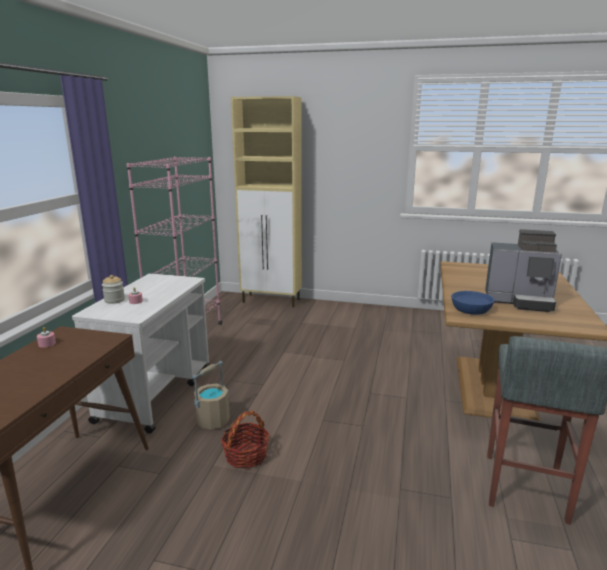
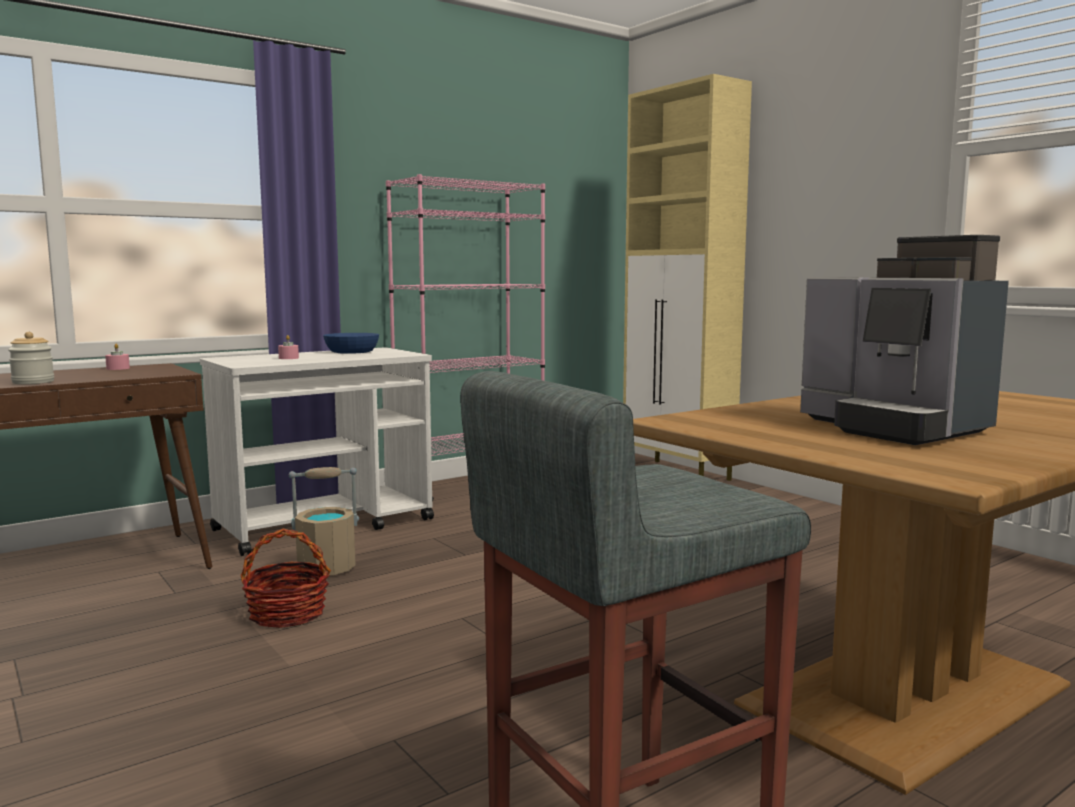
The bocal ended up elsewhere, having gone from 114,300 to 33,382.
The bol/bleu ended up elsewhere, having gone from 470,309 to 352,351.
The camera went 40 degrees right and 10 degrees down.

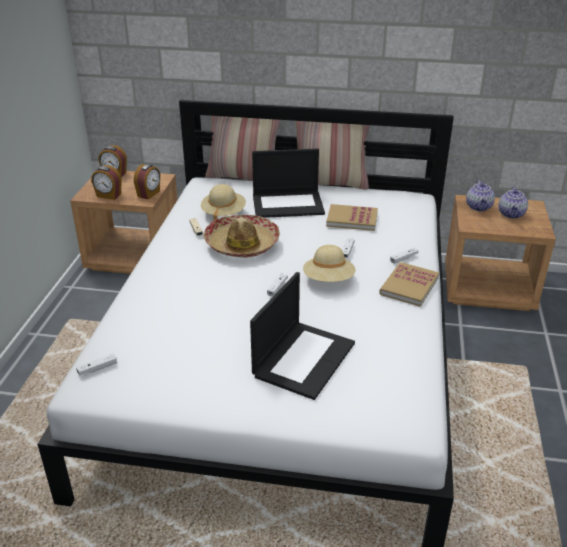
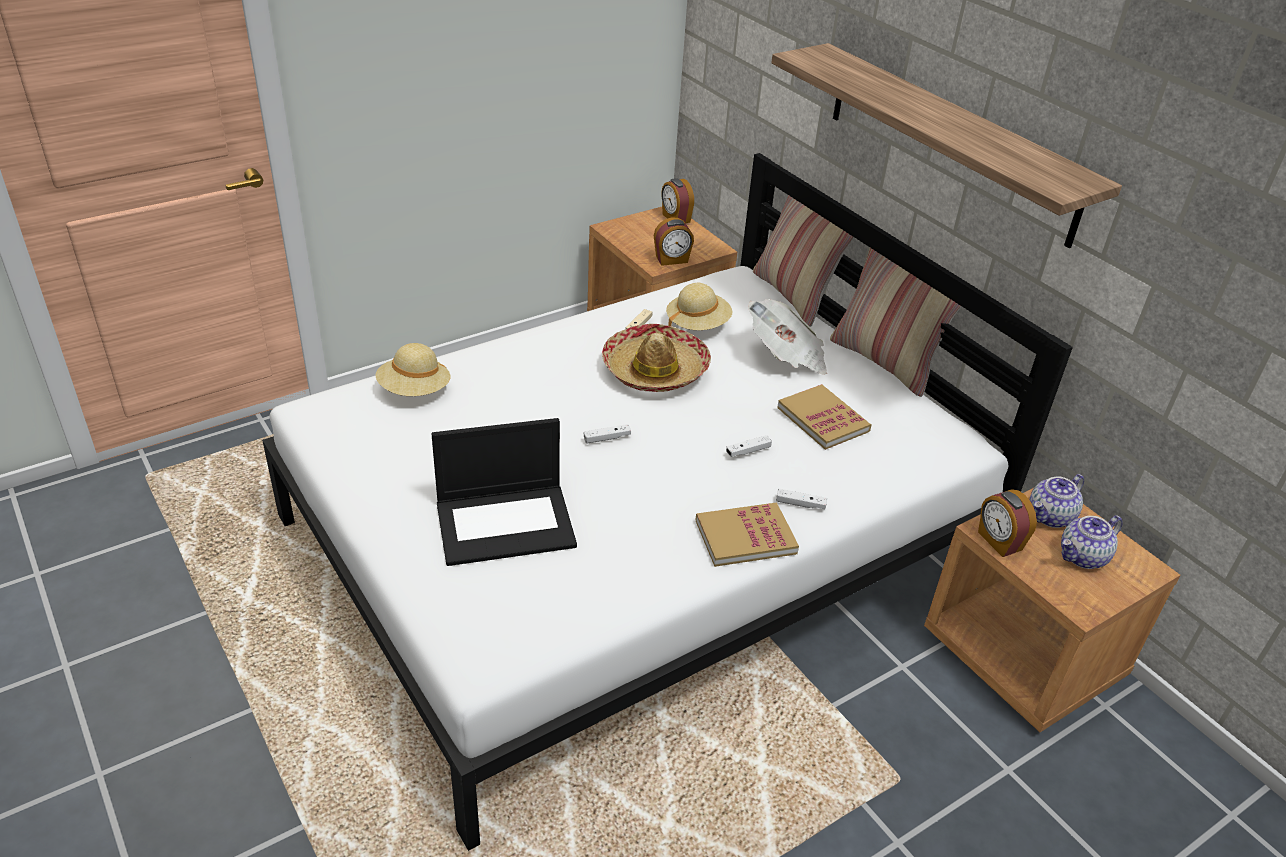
The second view lost the manette/blanc at 97,368.
The second view gained the étagère at 949,142.
The réveil ended up elsewhere, having gone from 108,196 to 999,541.
The chapeau/beige ended up elsewhere, having gone from 328,280 to 414,390.
Where the ordinateur portable stood at 288,204, the journal came to stand at 786,356.
The camera went 45 degrees right and 5 degrees up.

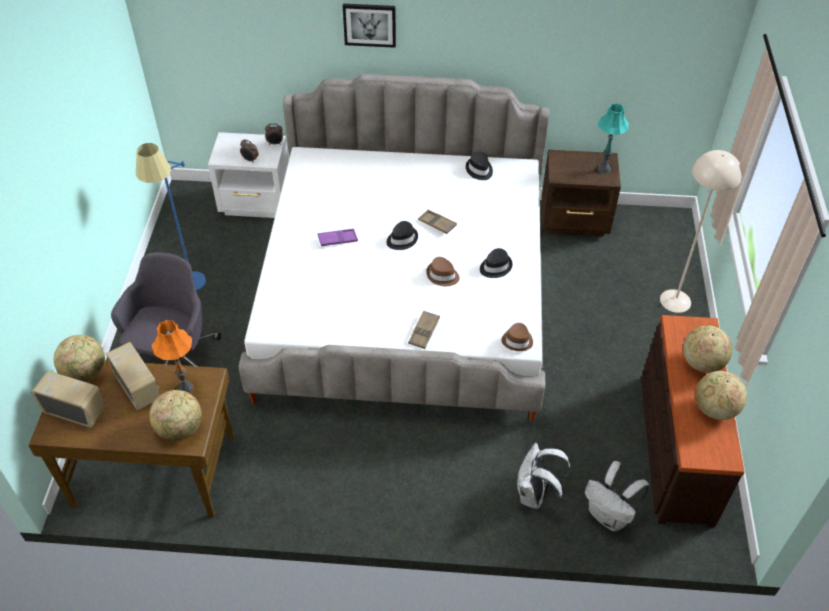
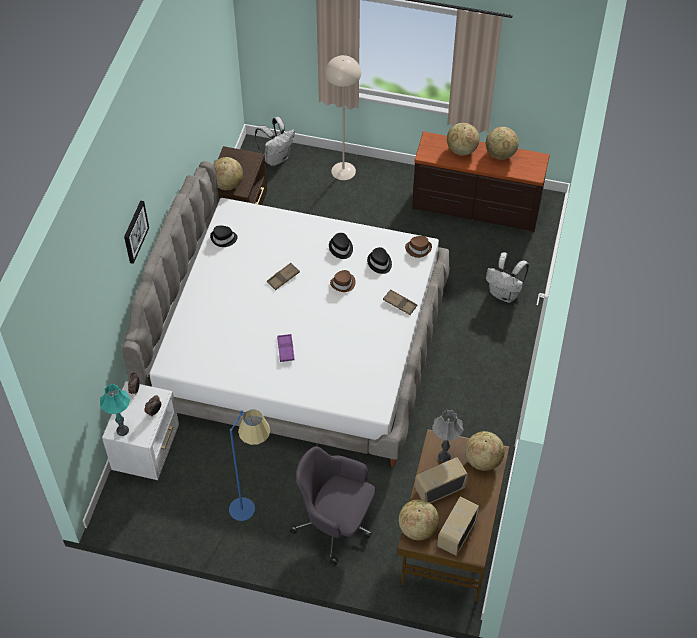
The second view gained the globe at 227,184.
The chapeau/noir ended up elsewhere, having gone from 401,239 to 379,263.
The sac à dos/blanc ended up elsewhere, having gone from 609,516 to 276,158.
The lampe de table/turquoise ended up elsewhere, having gone from 604,169 to 122,430.
What was the lampe de table/orange at 185,388 turned into the lampe de table/gris at 444,456.
The camera went 80 degrees left and 5 degrees up.

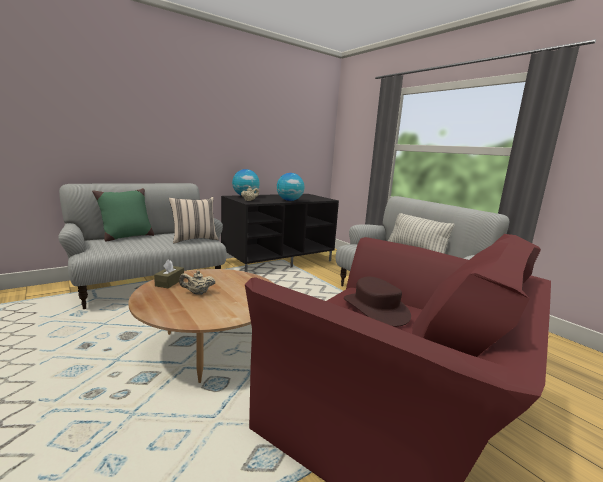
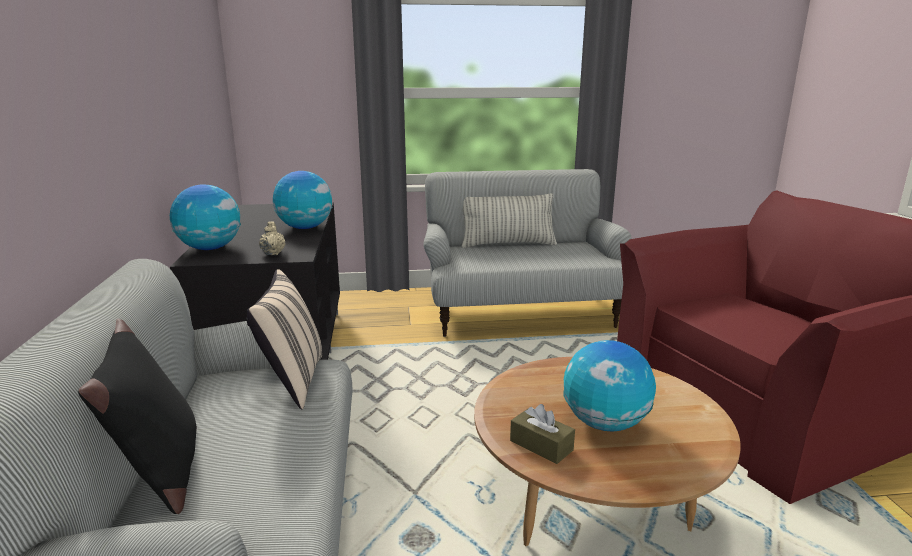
The second view lost the chapeau/marron at 375,309.
Where the théière/beige stood at 197,293, the globe came to stand at 604,423.
What was the coussin/vert at 126,237 turned into the coussin/noir at 162,474.
The camera went 60 degrees left and 5 degrees up.

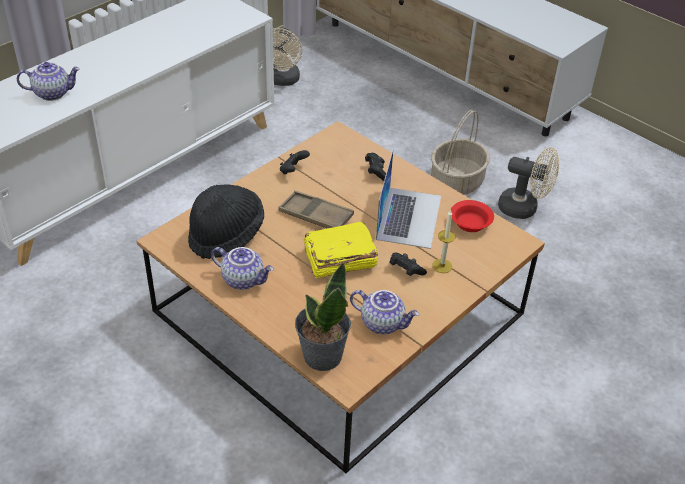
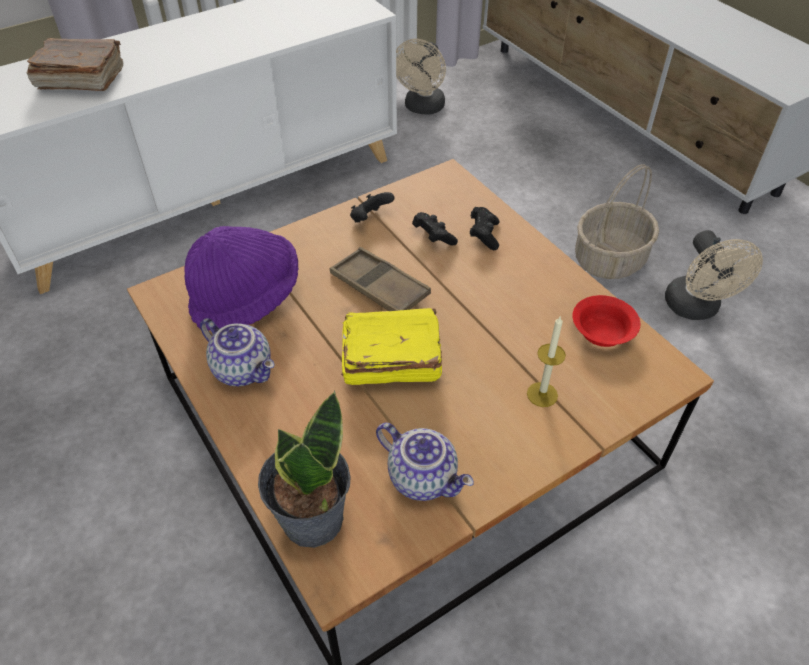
The second view lost the ordinateur portable at 409,217.
The manette/noir ended up elsewhere, having gone from 405,270 to 433,237.
Where the théière stood at 53,93, the livre/marron came to stand at 80,79.
What was the chapeau/noir at 226,235 turned into the chapeau/violet at 247,298.
The ventilateur/beige at 524,208 ended up facing another way, 45 degrees clockwise from before.
The camera went 15 degrees right and 5 degrees up.

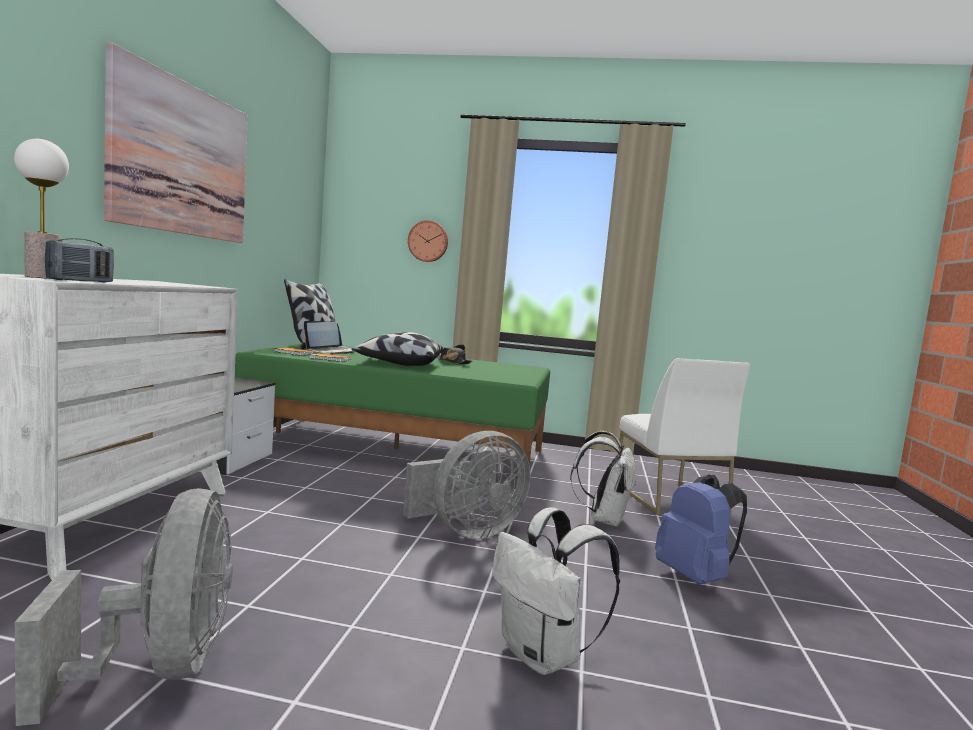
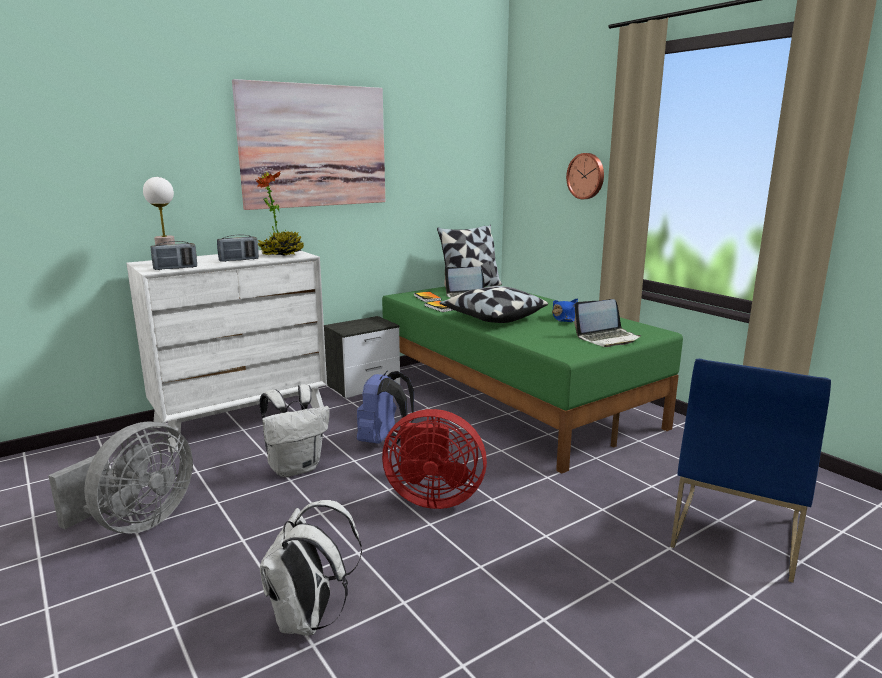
The second view gained the radio at 239,260.
The second view gained the plante en pot at 282,254.
The second view gained the ordinateur portable at 607,338.
The sac à dos/blanc ended up elsewhere, having gone from 603,519 to 296,468.
The sac à dos/bleu ended up elsewhere, having gone from 695,577 to 384,441.
What was the ventilateur/gris at 467,532 turned into the ventilateur/rouge at 432,498.
What was the chapeau/noir at 452,362 turned into the chapeau/bleu at 564,317.
What was the chaise/blanc at 668,497 turned into the chaise/bleu at 734,532.
The camera went 45 degrees right and 10 degrees up.

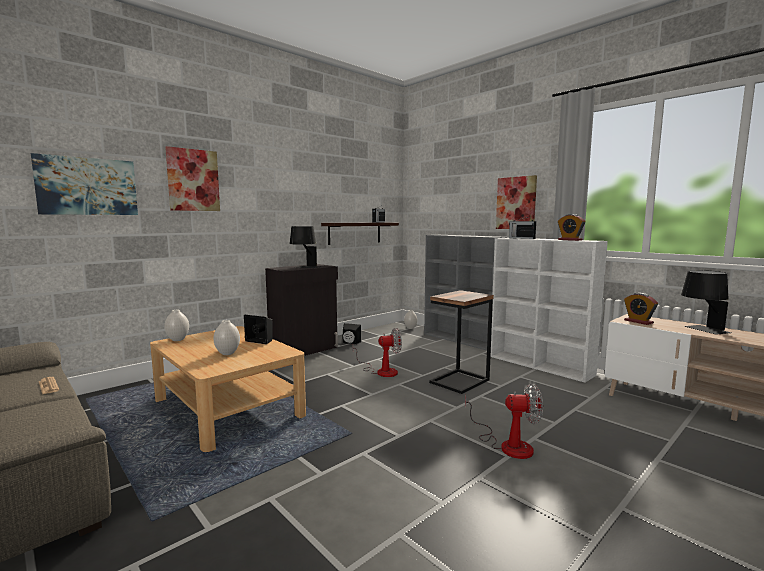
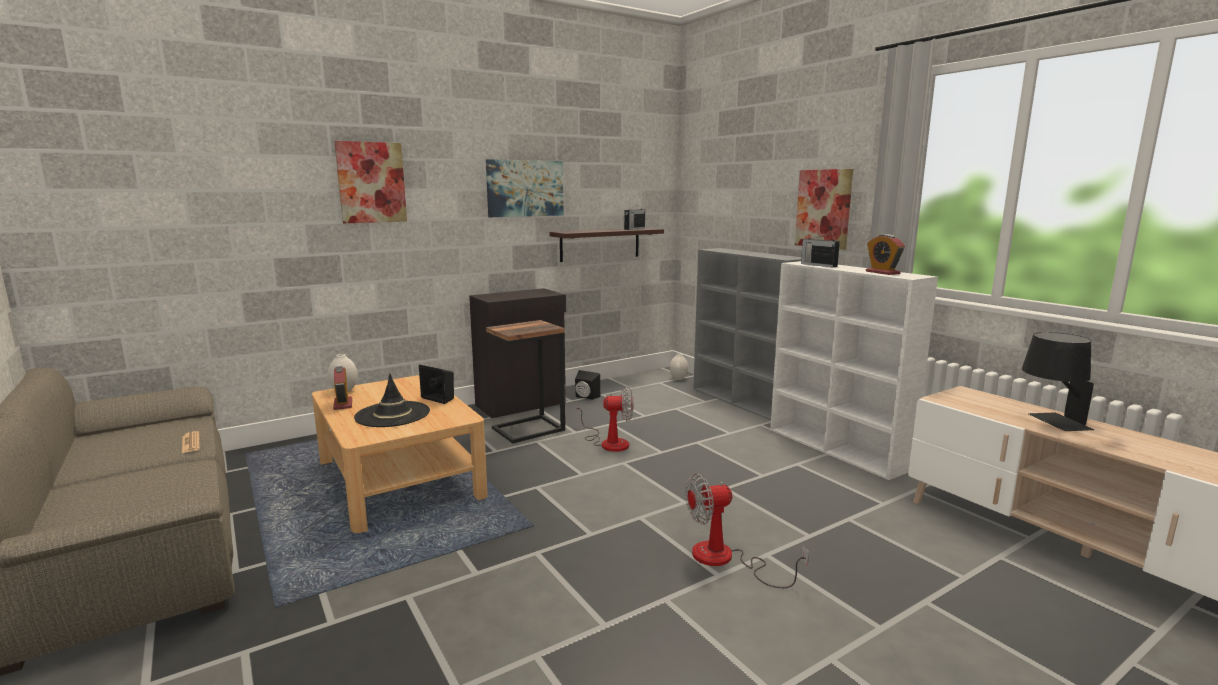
The second view lost the lampe de table/noir at 304,267.
The tableau ended up elsewhere, having gone from 87,186 to 525,188.
The table d'appoint ended up elsewhere, having gone from 460,381 to 529,429.
The réveil ended up elsewhere, having gone from 638,321 to 343,404.
Where the vase/blanc stood at 228,353, the chapeau/noir came to stand at 392,414.
The ventilateur at 507,444 ended up facing another way, 150 degrees clockwise from before.
The camera went 10 degrees right and 5 degrees up.

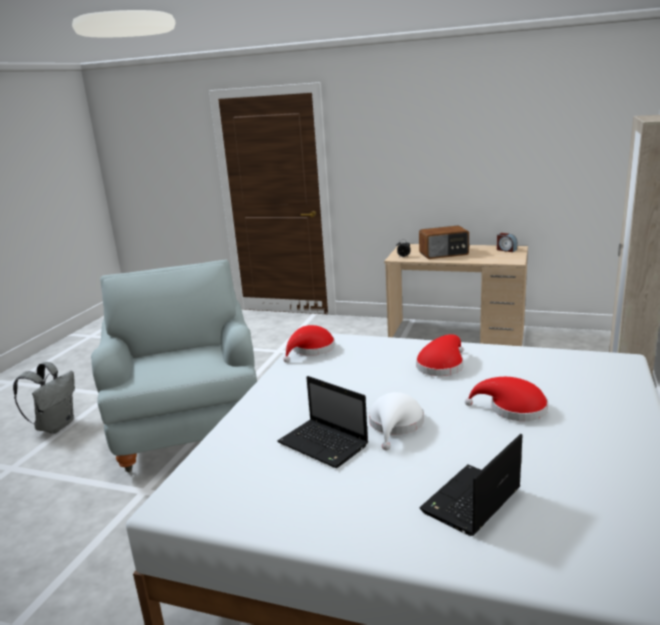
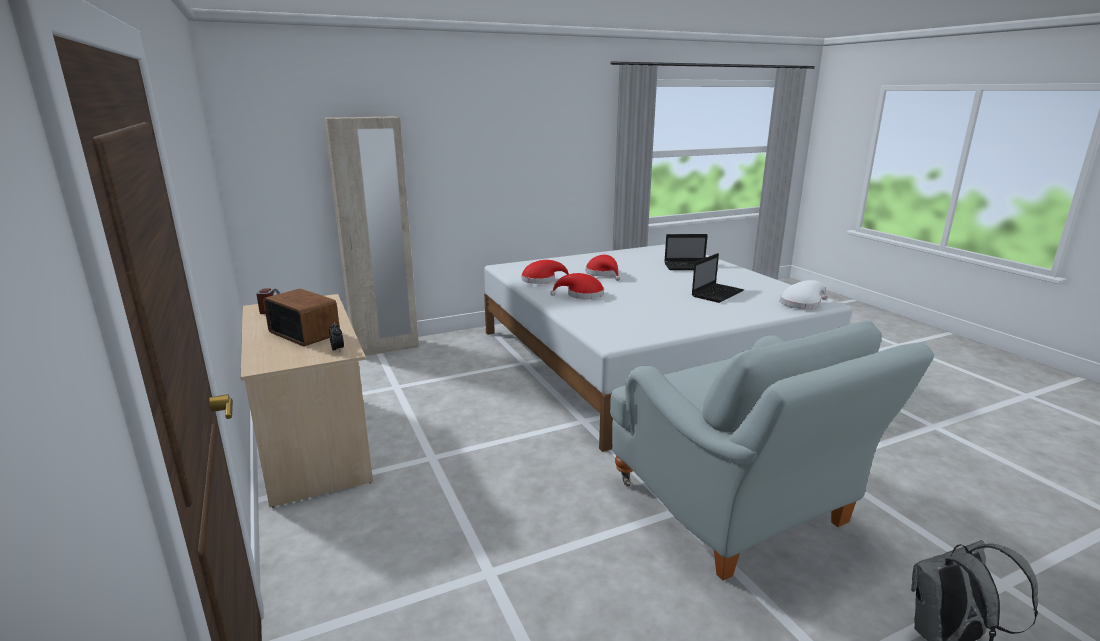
The chapeau/rouge ended up elsewhere, having gone from 311,350 to 541,280.
The chapeau/blanc ended up elsewhere, having gone from 395,425 to 802,304.
The fauteuil/gris at 189,426 ended up facing another way, 60 degrees counterclockwise from before.
The ordinateur portable at 324,444 ended up facing another way, 45 degrees clockwise from before.
The camera went 135 degrees left and 0 degrees up.

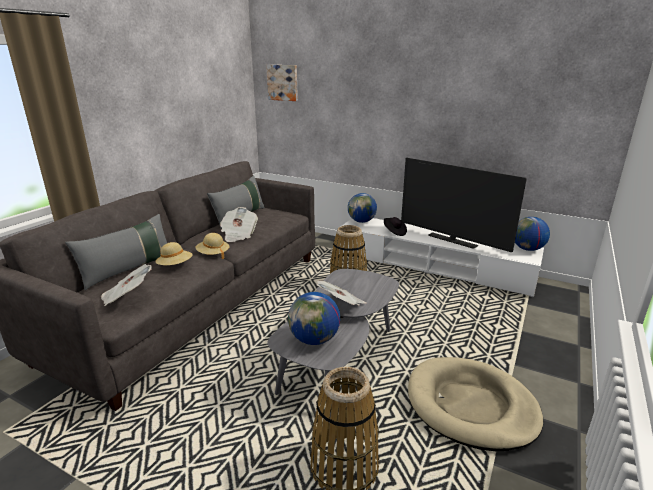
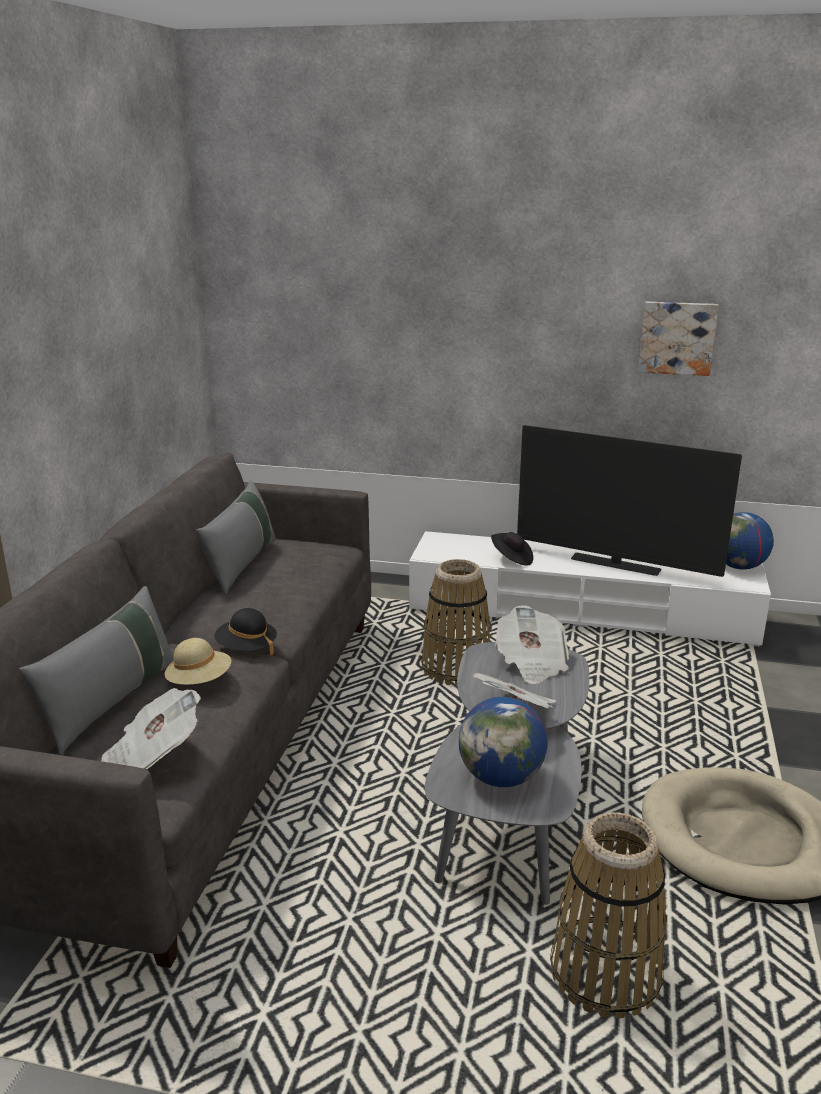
The second view lost the globe at 361,221.
The journal ended up elsewhere, having gone from 238,234 to 531,663.
The tableau ended up elsewhere, having gone from 283,82 to 677,338.
What was the chapeau/beige at 213,254 turned into the chapeau/noir at 246,648.
The camera went 15 degrees left and 0 degrees up.

